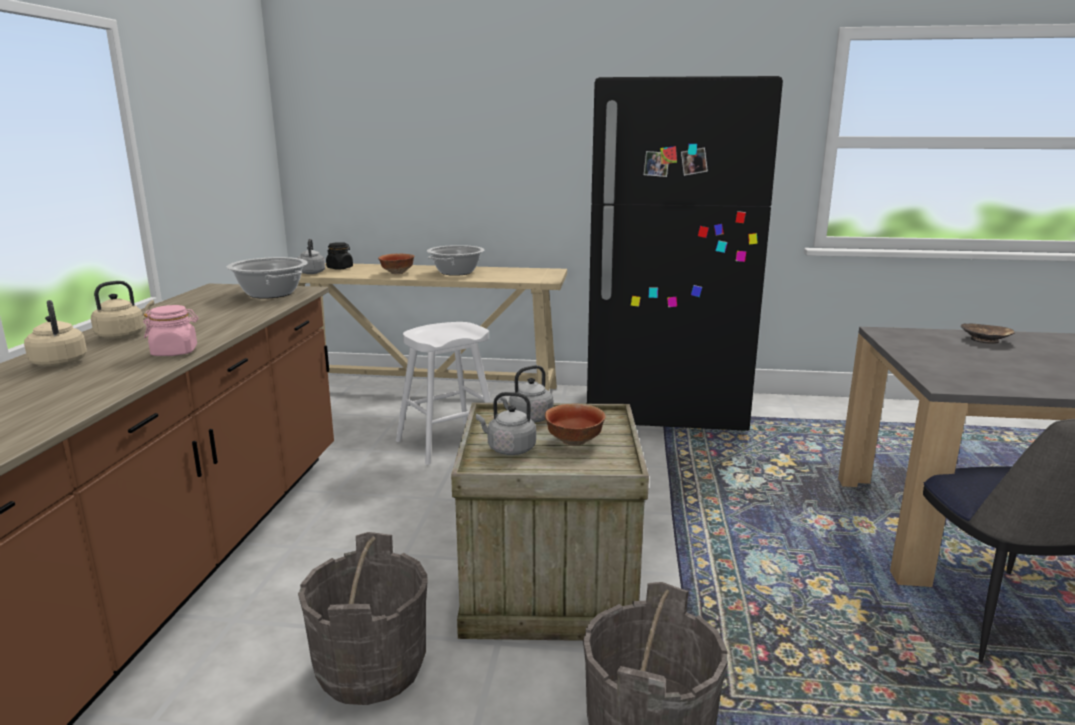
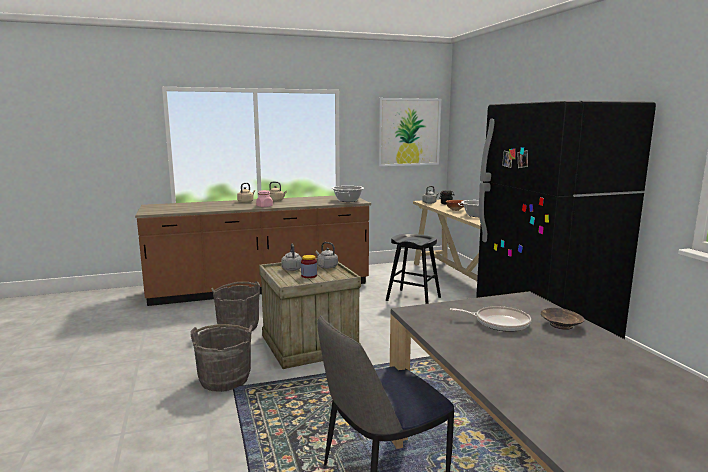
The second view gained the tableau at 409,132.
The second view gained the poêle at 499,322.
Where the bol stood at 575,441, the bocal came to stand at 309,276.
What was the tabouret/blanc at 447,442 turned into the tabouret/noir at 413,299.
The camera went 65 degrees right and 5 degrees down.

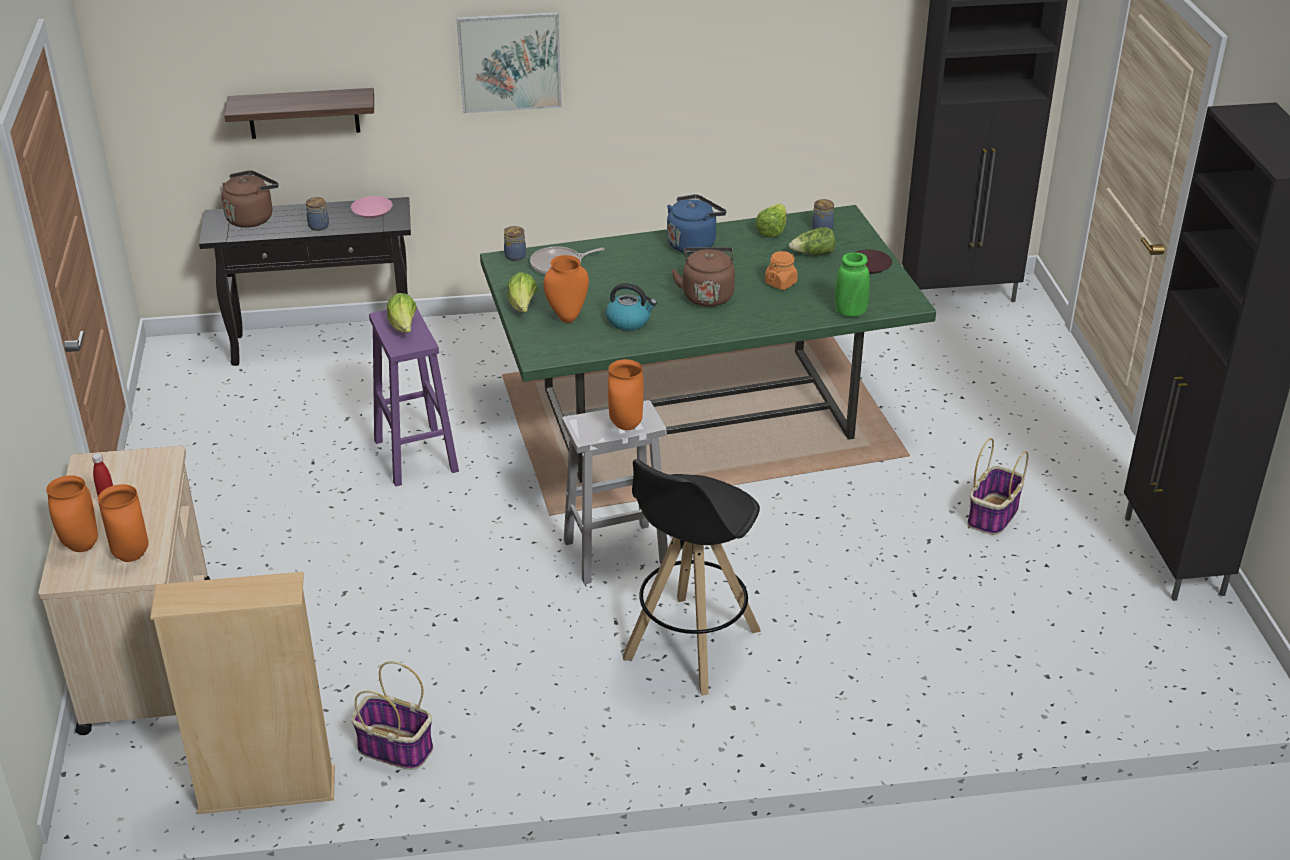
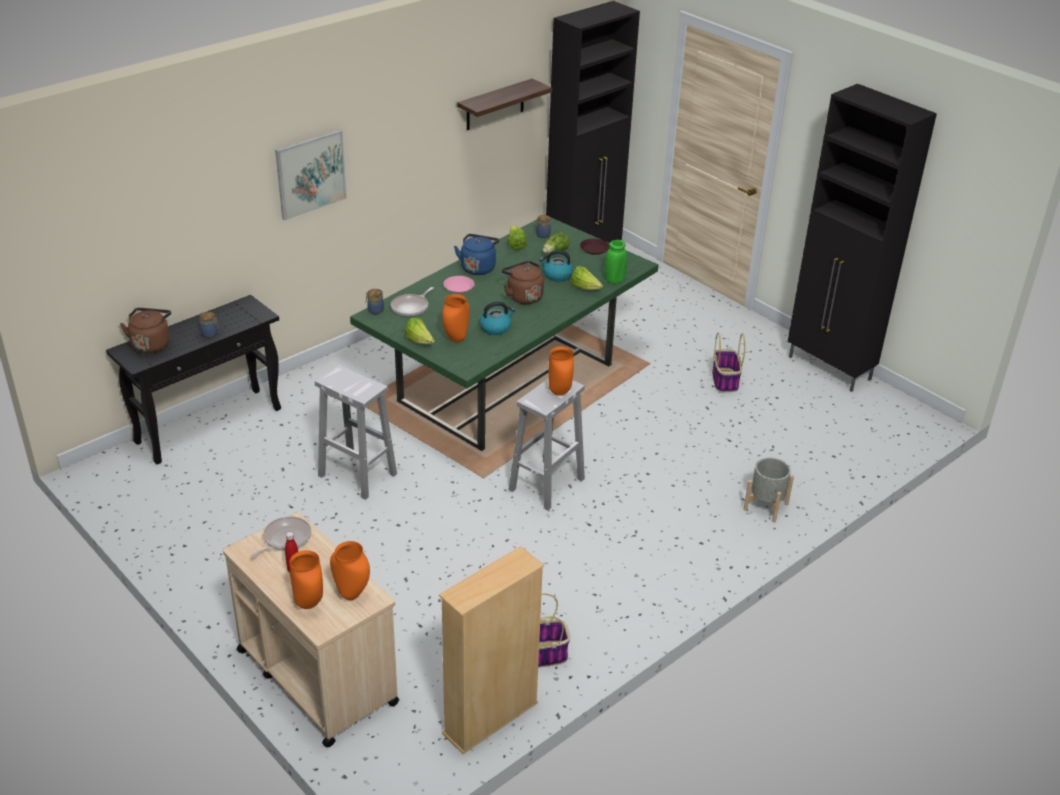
The second view lost the tabouret/noir at 690,645.
The second view gained the poêle at 285,539.
The second view gained the cache-pot/gris at 766,506.
The étagère ended up elsewhere, having gone from 303,113 to 495,105.
The assiette/rose ended up elsewhere, having gone from 371,211 to 458,287.
The laitue ended up elsewhere, having gone from 404,327 to 585,288.
Where the bocal/orange stood at 780,283, the bouilloire came to stand at 557,275.
What was the tabouret/violet at 415,455 turned into the tabouret/blanc at 356,474.
The camera went 35 degrees left and 0 degrees up.

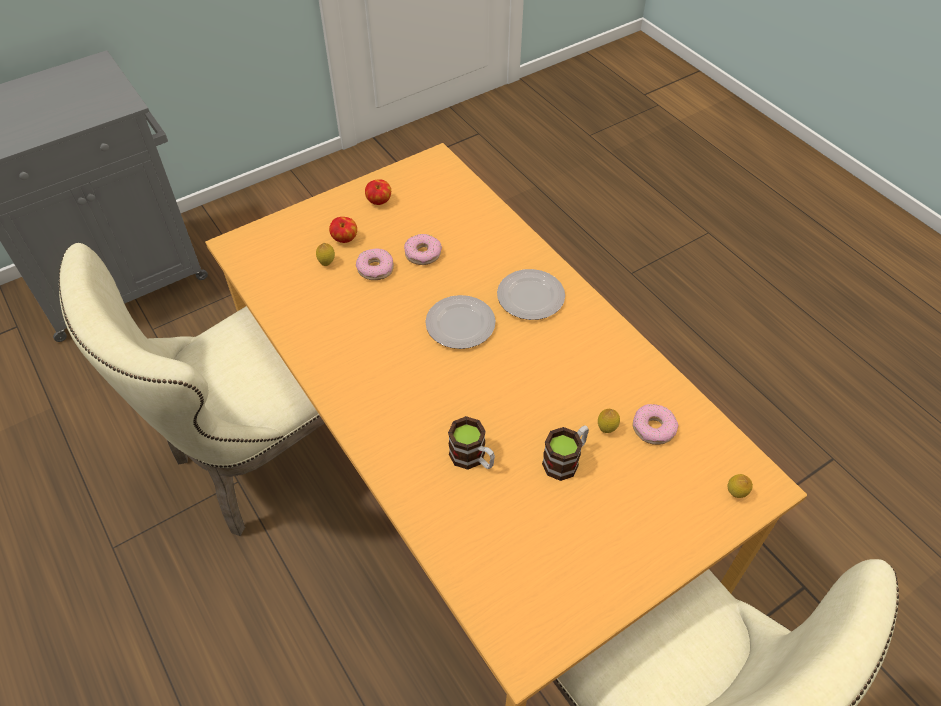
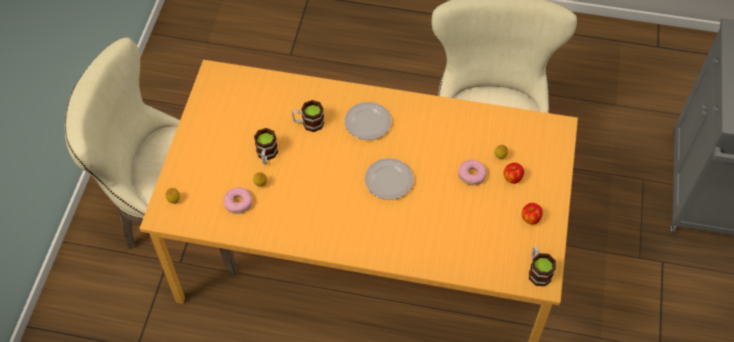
The second view lost the beignet at 423,254.
The second view gained the mug at 537,271.
The assiette ended up elsewhere, having gone from 530,297 to 367,122.
The camera went 135 degrees right and 5 degrees up.

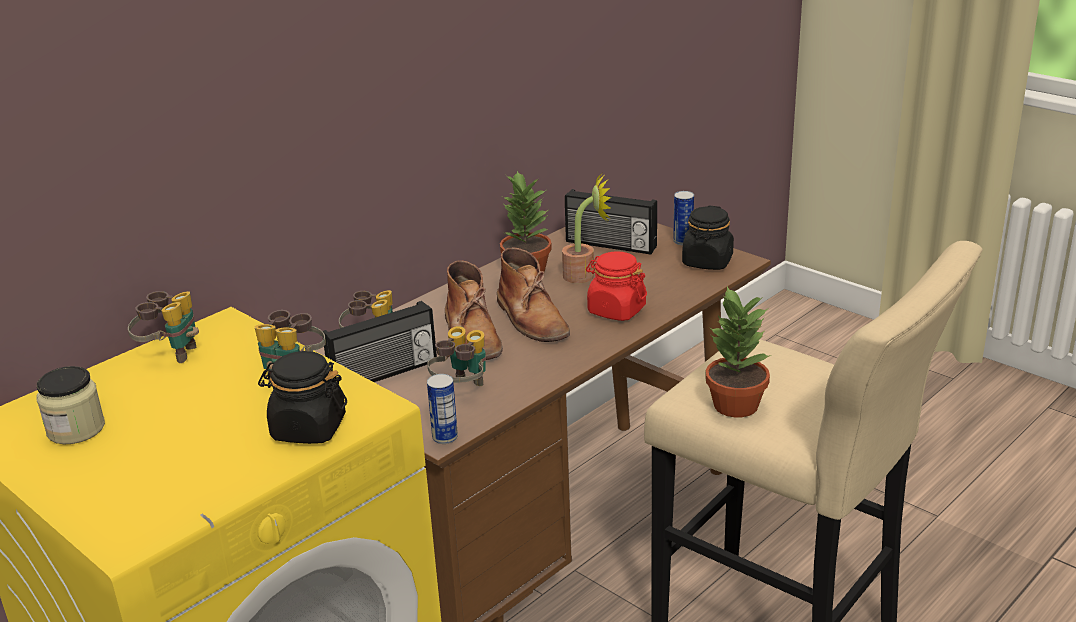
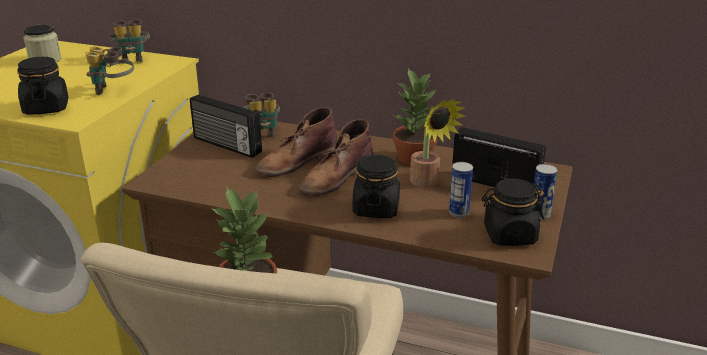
The second view lost the jumelles at 462,390.
The boîte métallique ended up elsewhere, having gone from 445,437 to 458,213.
What was the bocal/rouge at 616,310 turned into the bocal/noir at 376,208.
The radio at 610,245 ended up facing another way, 120 degrees clockwise from before.
The camera went 65 degrees right and 0 degrees up.

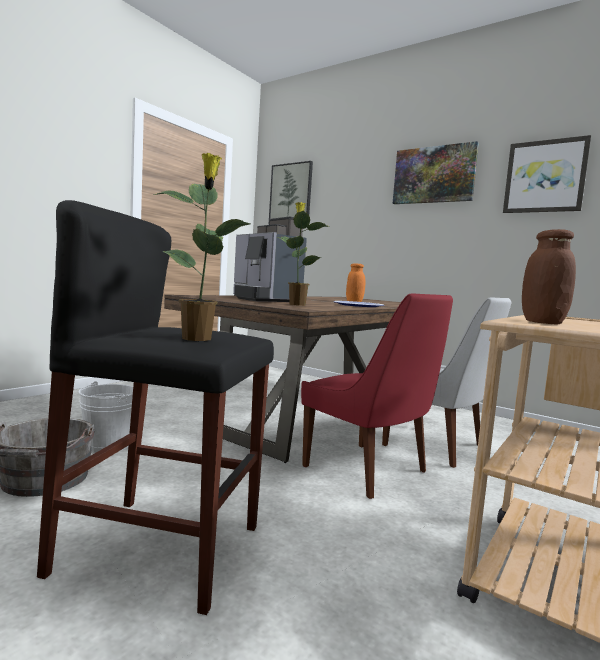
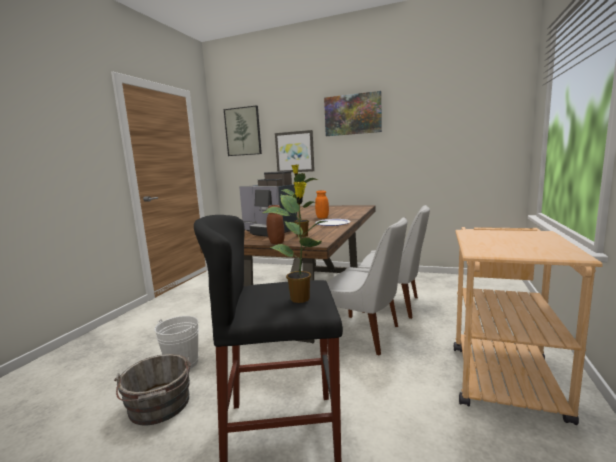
The tableau ended up elsewhere, having gone from 545,176 to 295,152.
The bocal/marron ended up elsewhere, having gone from 542,323 to 276,242.
What was the chaise/rouge at 369,470 turned into the chaise/blanc at 366,334.
The camera went 15 degrees left and 5 degrees up.

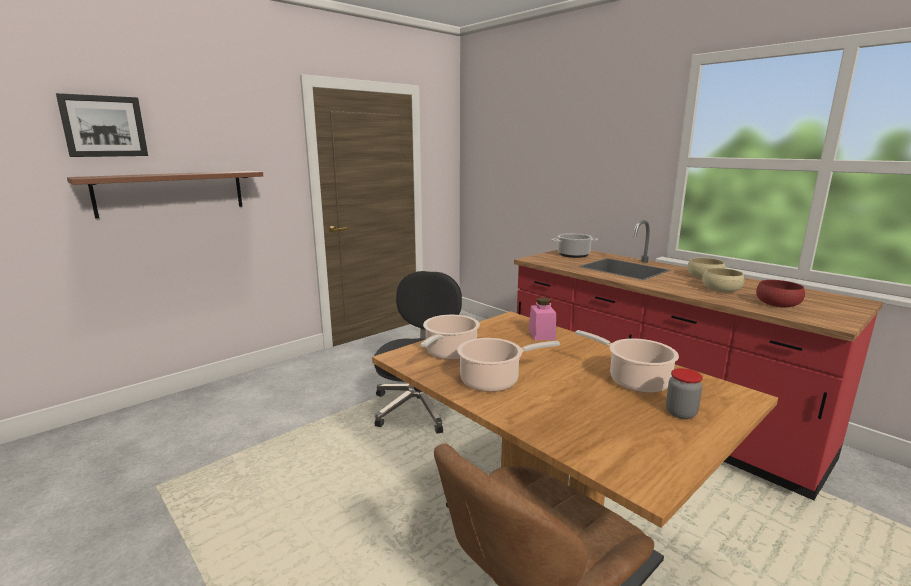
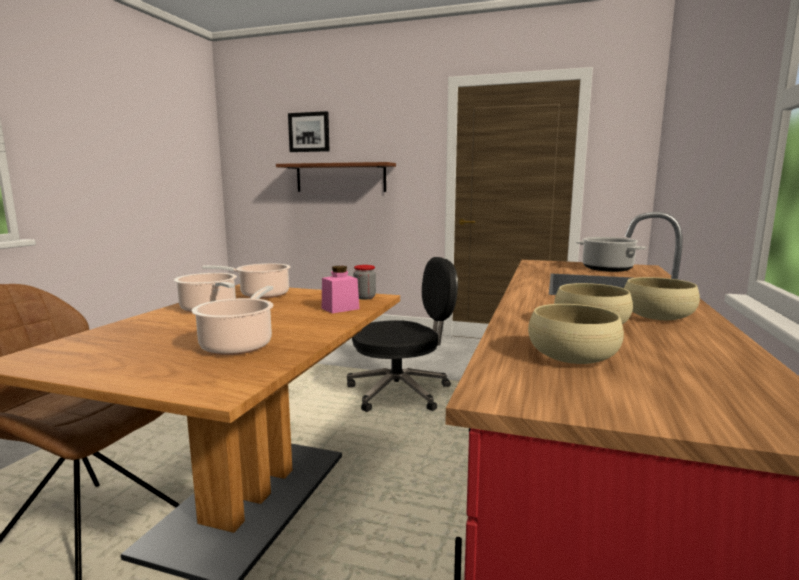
The bocal ended up elsewhere, having gone from 681,413 to 364,297.
What was the bol/rouge at 777,304 turned into the bol/beige at 573,356.
The camera went 60 degrees right and 5 degrees down.

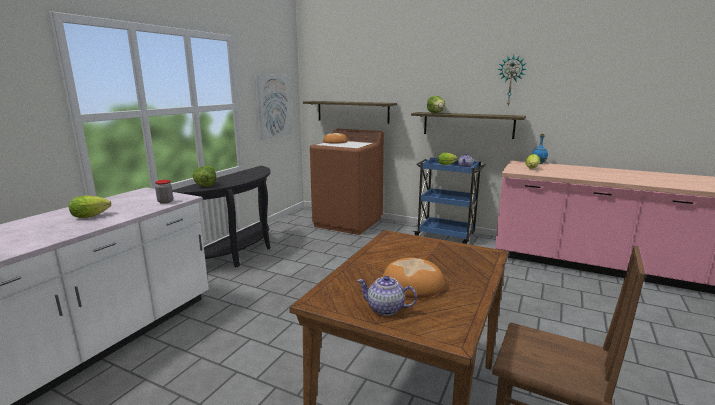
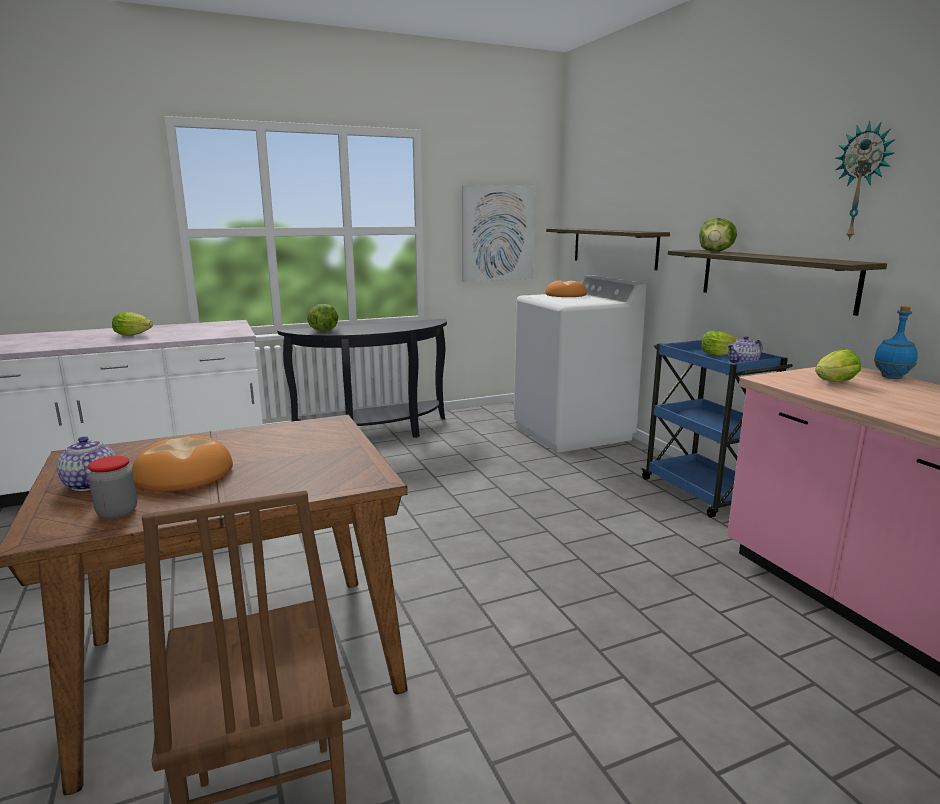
The bocal ended up elsewhere, having gone from 165,202 to 117,512.
What was the lave-linge/marron at 348,222 turned into the lave-linge/blanc at 572,432.
The camera went 40 degrees right and 0 degrees up.

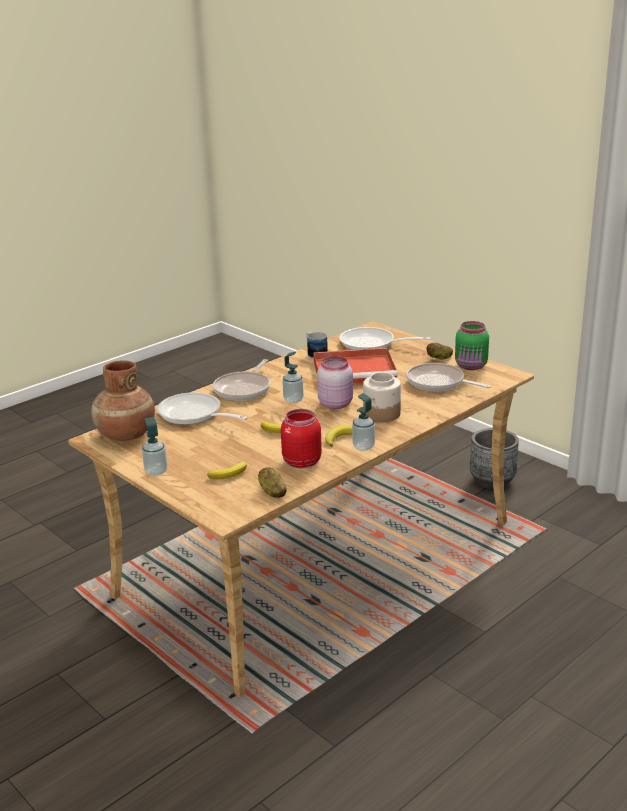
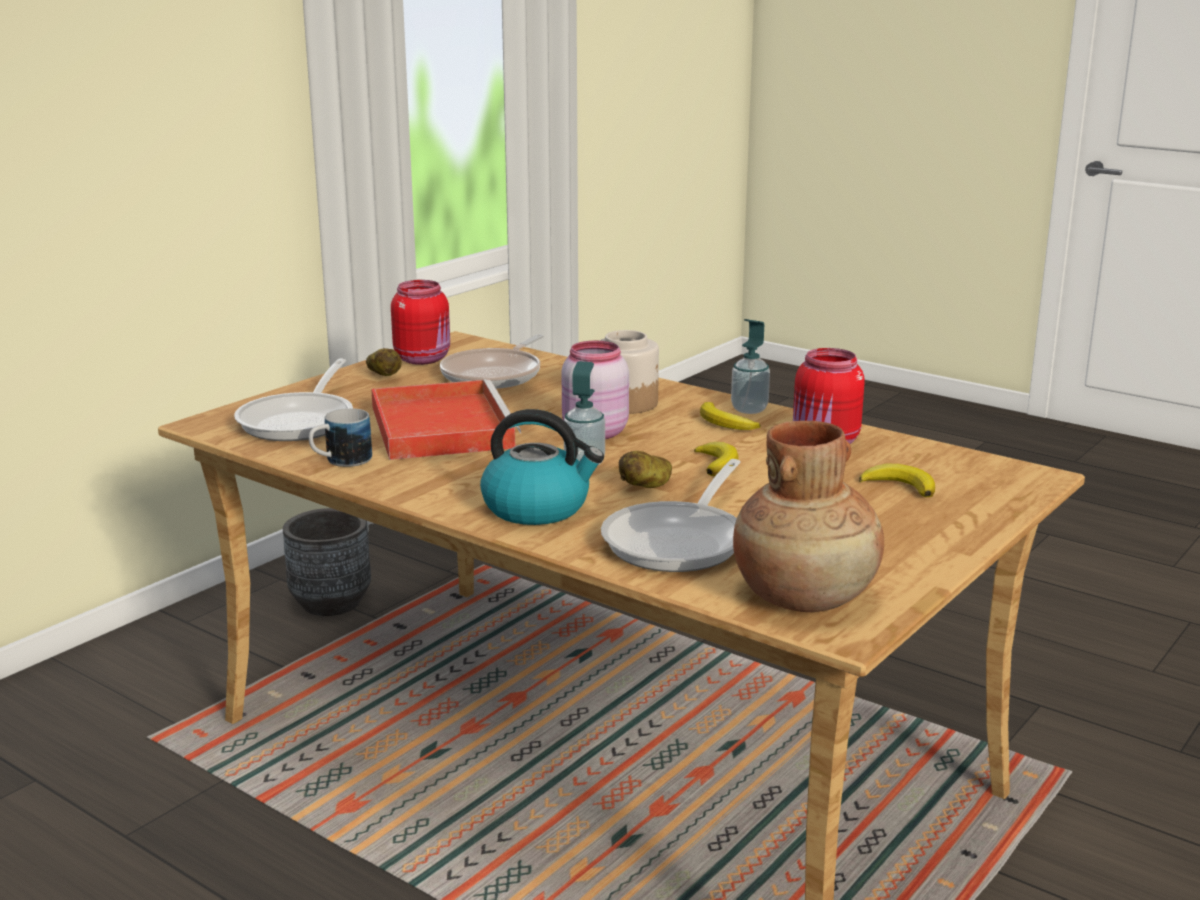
The second view lost the distributeur de savon at 156,471.
The pomme de terre ended up elsewhere, having gone from 272,492 to 646,486.
Where the poêle stood at 244,389, the bouilloire came to stand at 538,508.
What was the bocal/vert at 471,366 turned into the bocal/rouge at 424,359.
The camera went 100 degrees left and 5 degrees down.

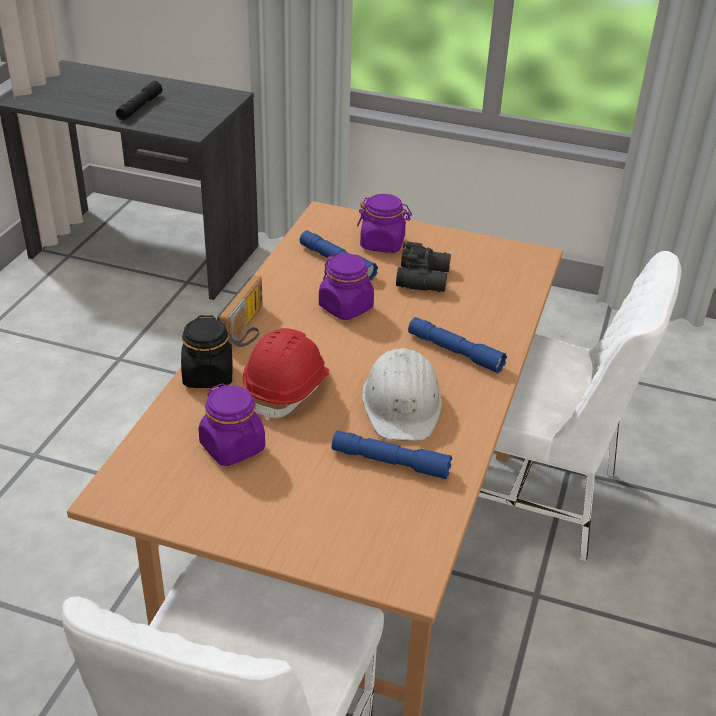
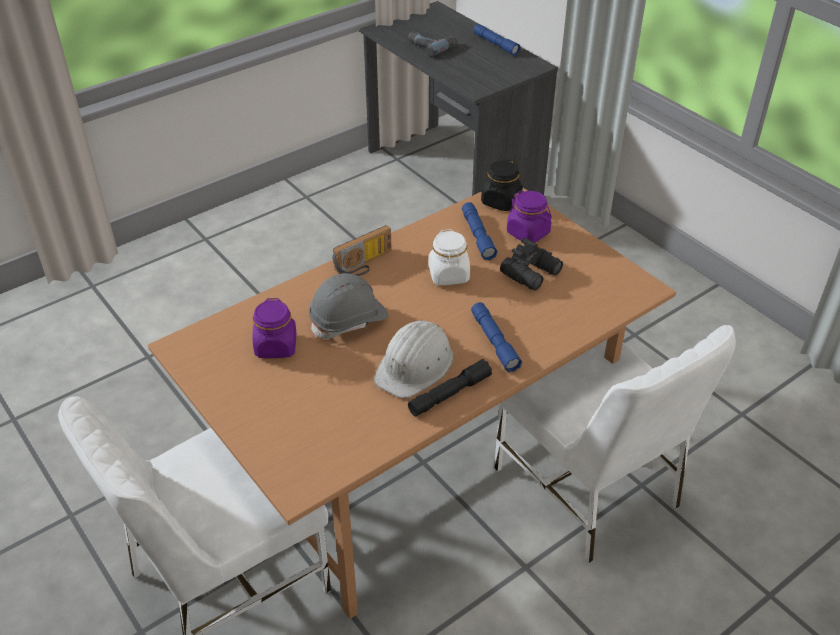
The second view gained the perceuse at 431,45.
The lampe de poche/noir ended up elsewhere, having gone from 139,107 to 449,394.
The bocal/noir ended up elsewhere, having gone from 208,375 to 501,201.
The lampe de poche/bleu ended up elsewhere, having gone from 390,462 to 495,44.
What was the casque de chantier/rouge at 288,389 turned into the casque de chantier/gris at 349,320.
What was the bocal/violet at 346,307 turned into the bocal/blanc at 449,275.
The camera went 35 degrees right and 5 degrees up.

